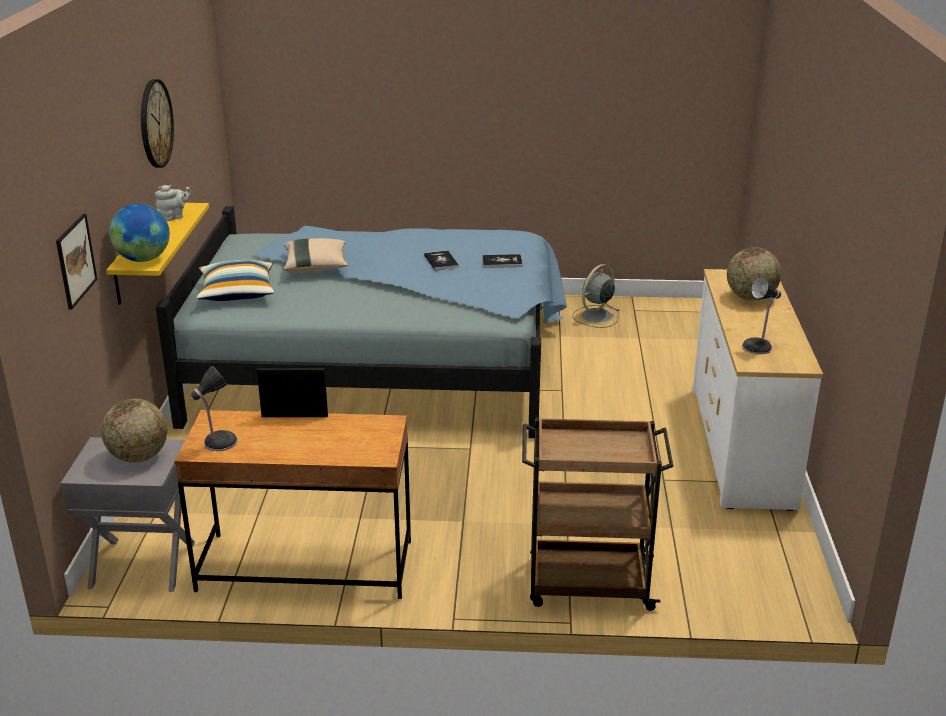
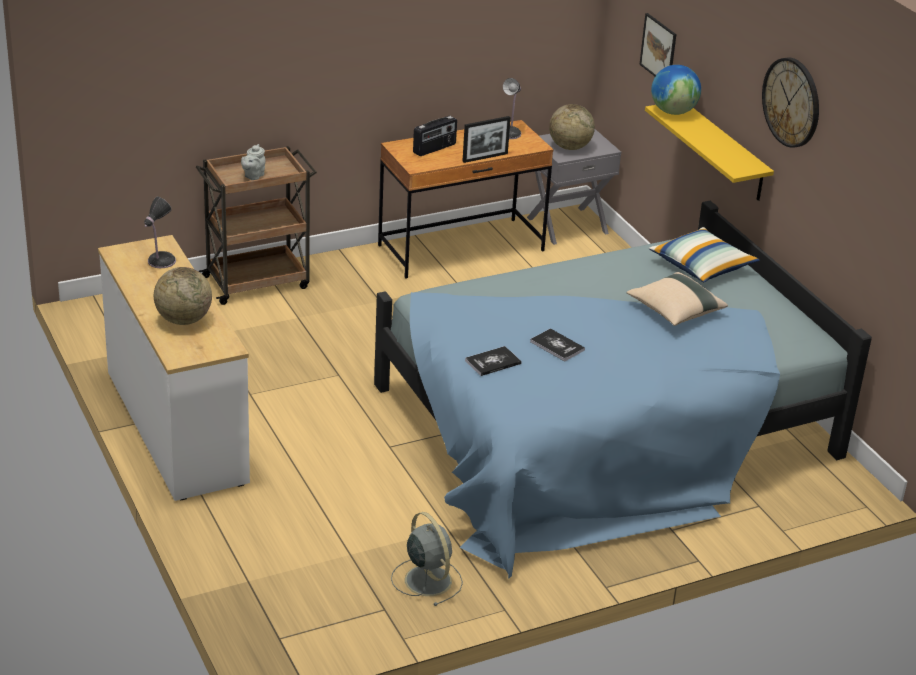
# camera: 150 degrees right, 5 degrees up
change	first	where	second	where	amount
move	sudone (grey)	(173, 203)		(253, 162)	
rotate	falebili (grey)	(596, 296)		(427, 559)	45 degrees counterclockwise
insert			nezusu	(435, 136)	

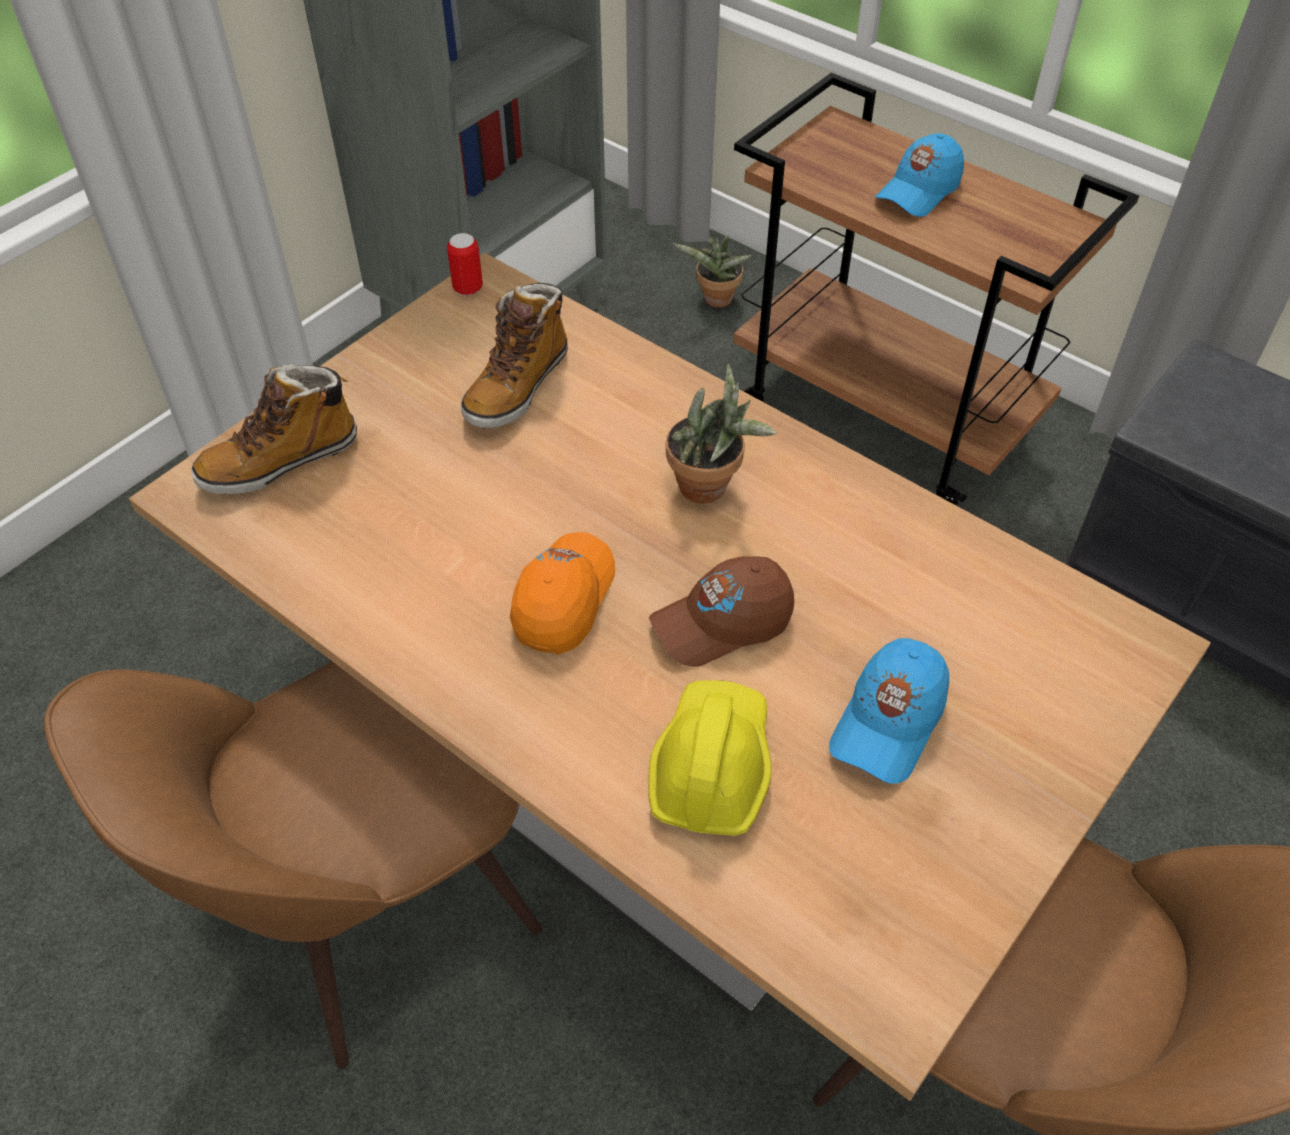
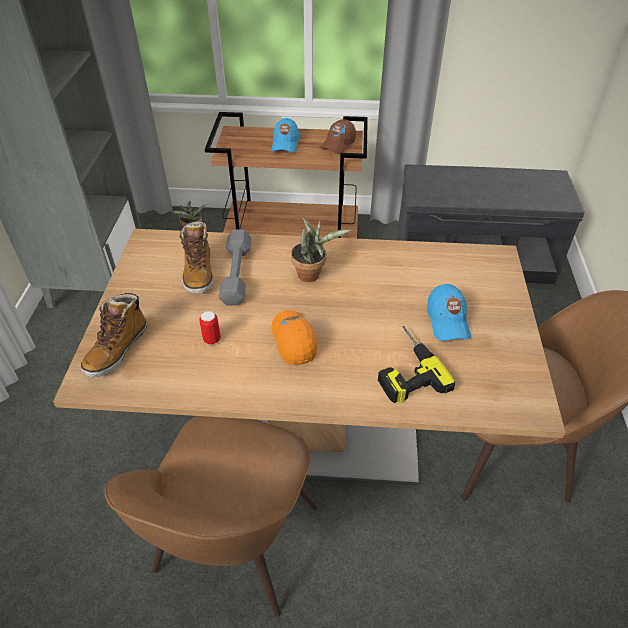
# camera: 35 degrees left, 5 degrees down
change	first	where	second	where	amount
move	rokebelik	(465, 264)		(210, 328)	
insert			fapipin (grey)	(235, 267)	
move	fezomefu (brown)	(721, 611)		(338, 136)	
replace	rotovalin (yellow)	(709, 758)	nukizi	(416, 364)	

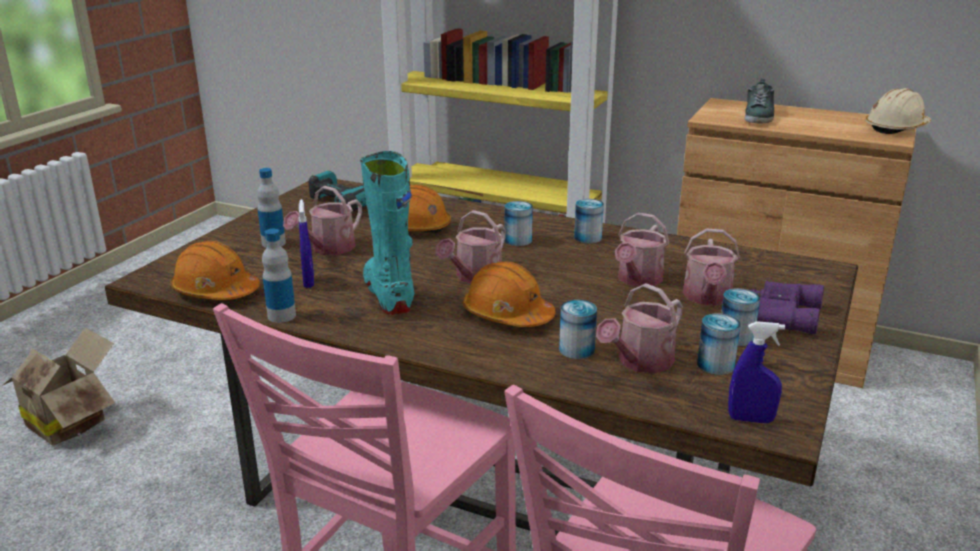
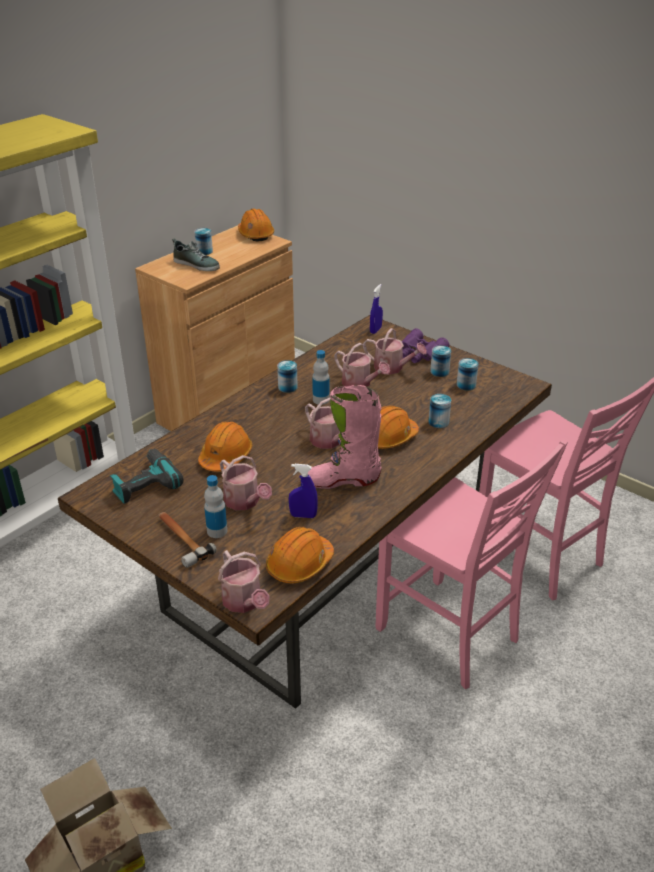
# camera: 75 degrees left, 10 degrees up
change	first	where	second	where	amount
insert			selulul	(187, 540)	
move	rokebelik	(519, 223)		(203, 241)	
move	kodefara	(639, 328)		(244, 581)	
recolor	rotovalin (beige)	(898, 111)	rotovalin (orange)	(256, 225)	
recolor	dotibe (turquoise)	(387, 233)	dotibe (pink)	(345, 437)	
move	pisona	(279, 276)		(320, 377)	
move	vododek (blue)	(756, 372)		(376, 309)	

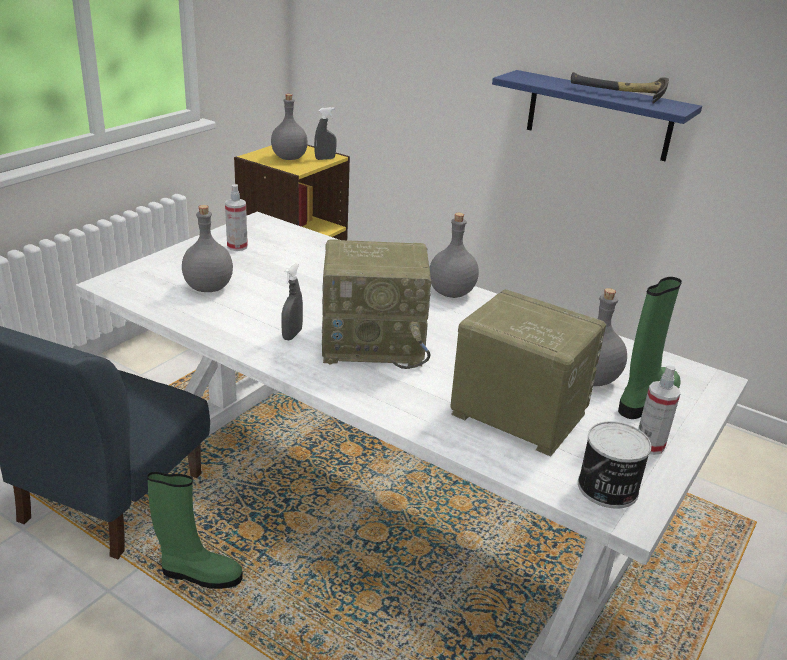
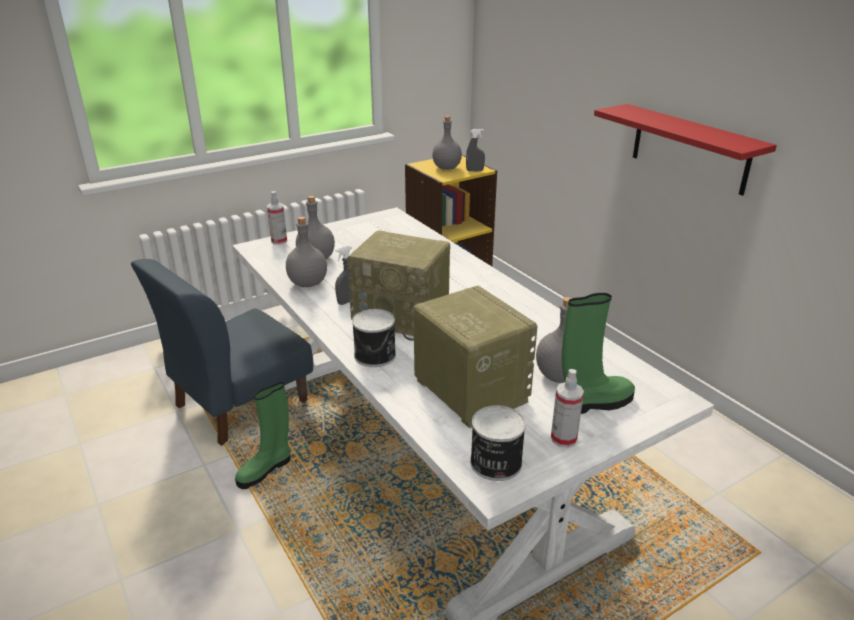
# camera: 25 degrees right, 0 degrees up
change	first	where	second	where	amount
rotate	dotibe (green)	(195, 530)		(263, 435)	105 degrees clockwise
move	vododek	(236, 217)		(277, 218)	
move	pisona (grey)	(454, 255)		(306, 252)	
insert			rokebelik	(374, 338)	
recolor	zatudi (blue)	(597, 115)	zatudi (red)	(685, 150)	
delete	selulul	(620, 88)			

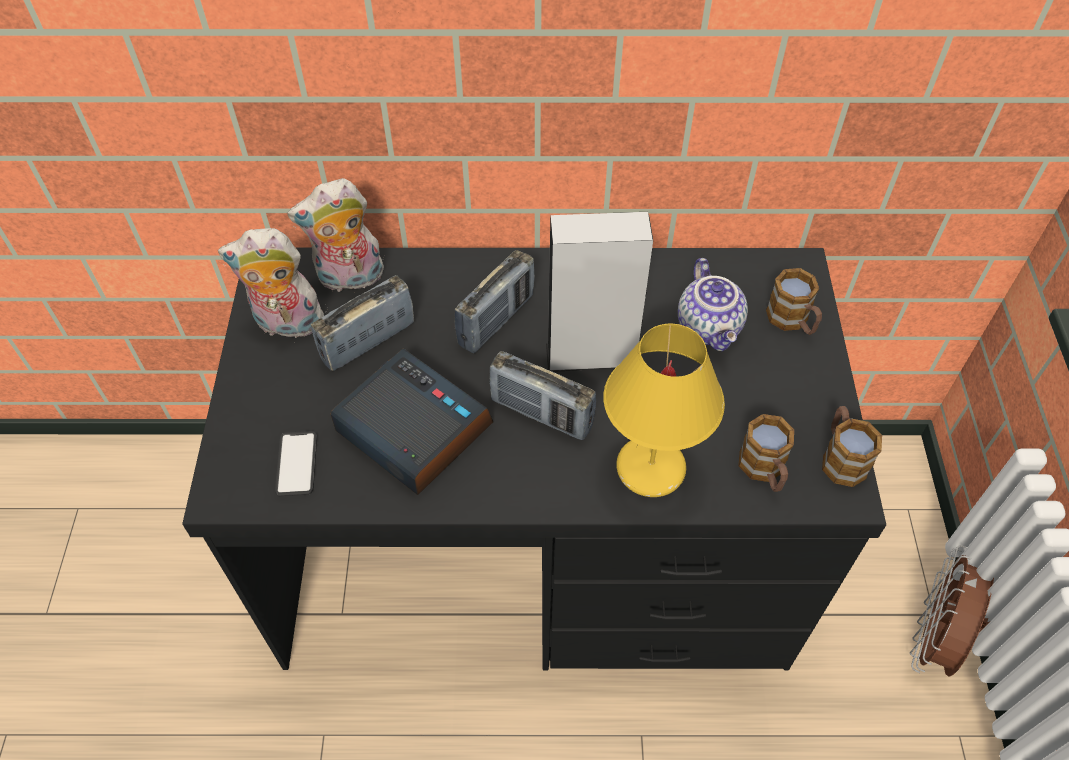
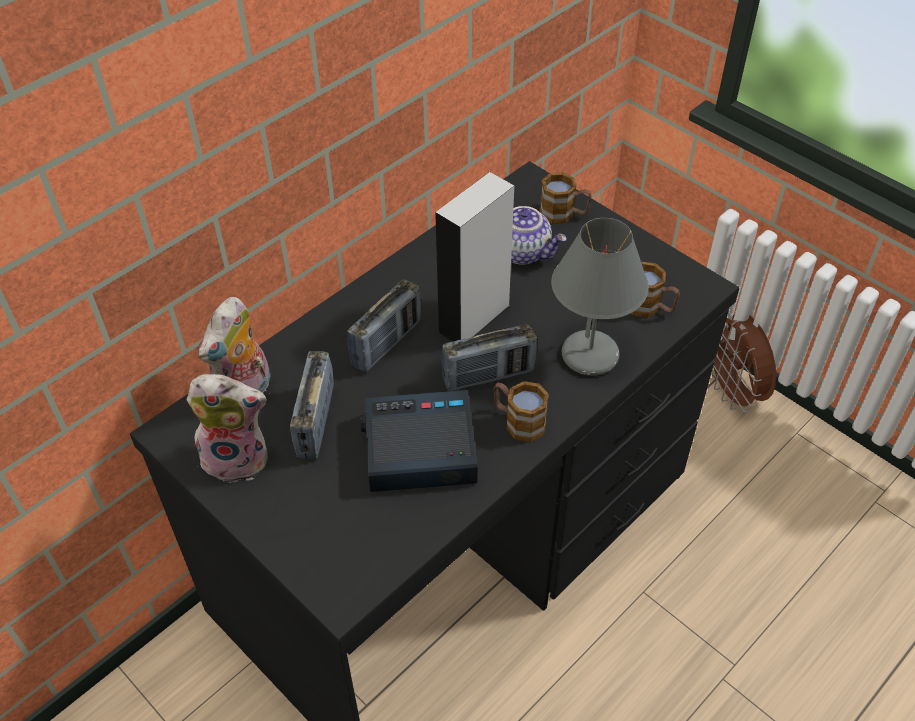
# camera: 45 degrees left, 5 degrees down
change	first	where	second	where	amount
rotate	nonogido	(271, 283)		(227, 428)	135 degrees counterclockwise
rotate	nezusu	(494, 301)		(384, 325)	45 degrees clockwise
move	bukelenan	(852, 446)		(521, 411)	
recolor	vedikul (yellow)	(664, 410)	vedikul (grey)	(600, 297)	
delete	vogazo	(296, 463)			

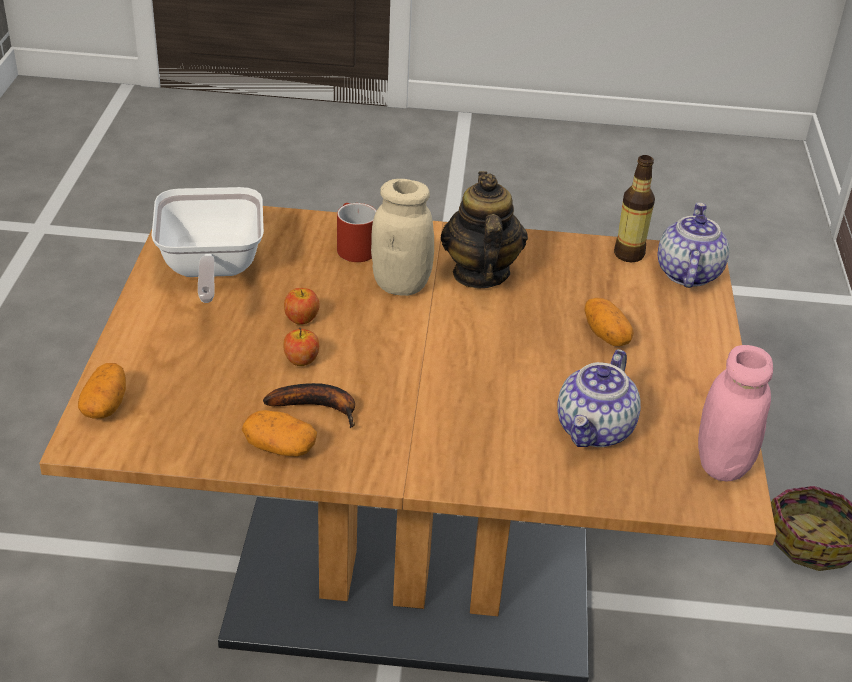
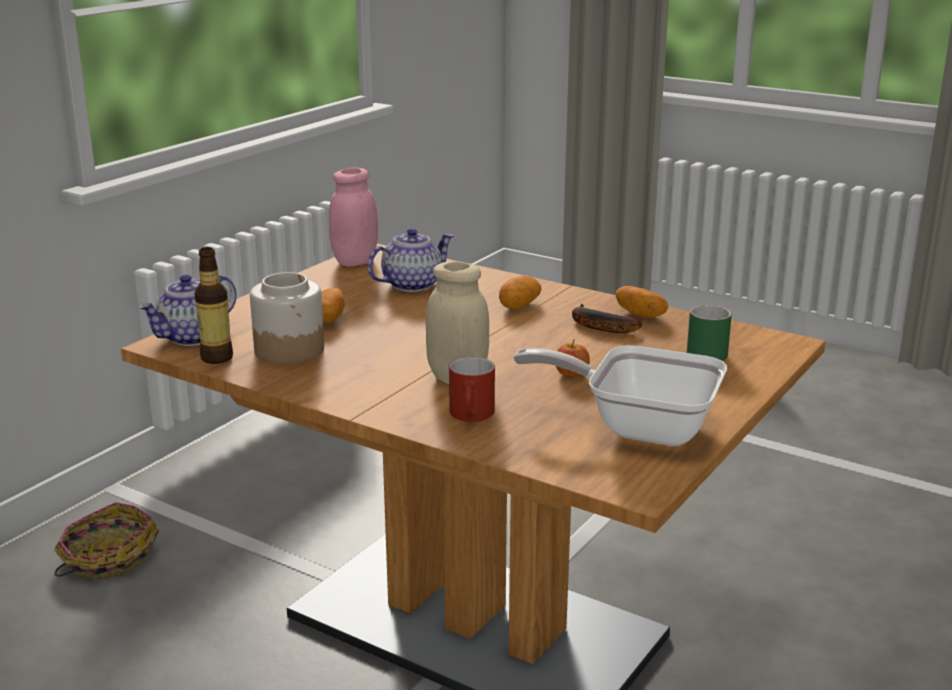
# camera: 150 degrees left, 15 degrees down
change	first	where	second	where	amount
insert			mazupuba	(287, 318)	
move	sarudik	(102, 391)		(520, 292)	
rotate	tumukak	(207, 245)		(620, 395)	90 degrees counterclockwise
insert			bukelenan (green)	(709, 333)	
delete	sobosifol	(301, 346)			
delete	sudone	(484, 230)			

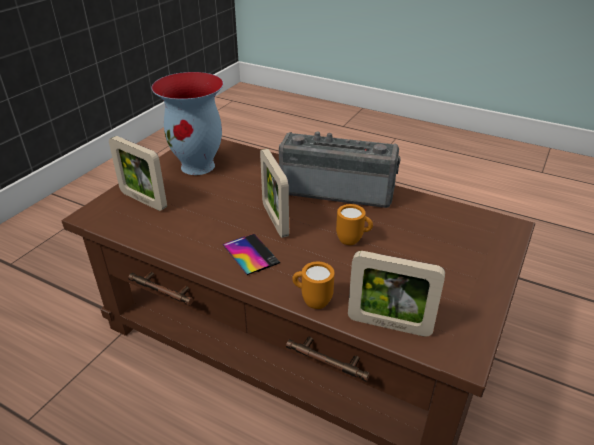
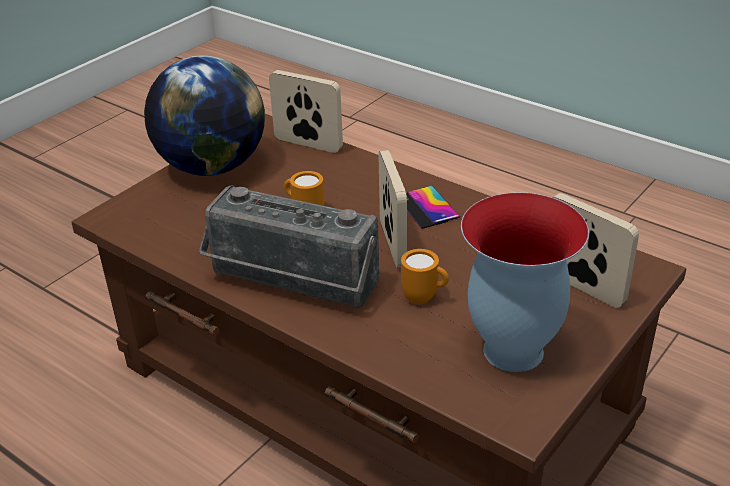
# camera: 170 degrees left, 0 degrees up
change	first	where	second	where	amount
insert			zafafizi	(204, 115)	
move	bukelenan (orange)	(313, 285)		(425, 276)	

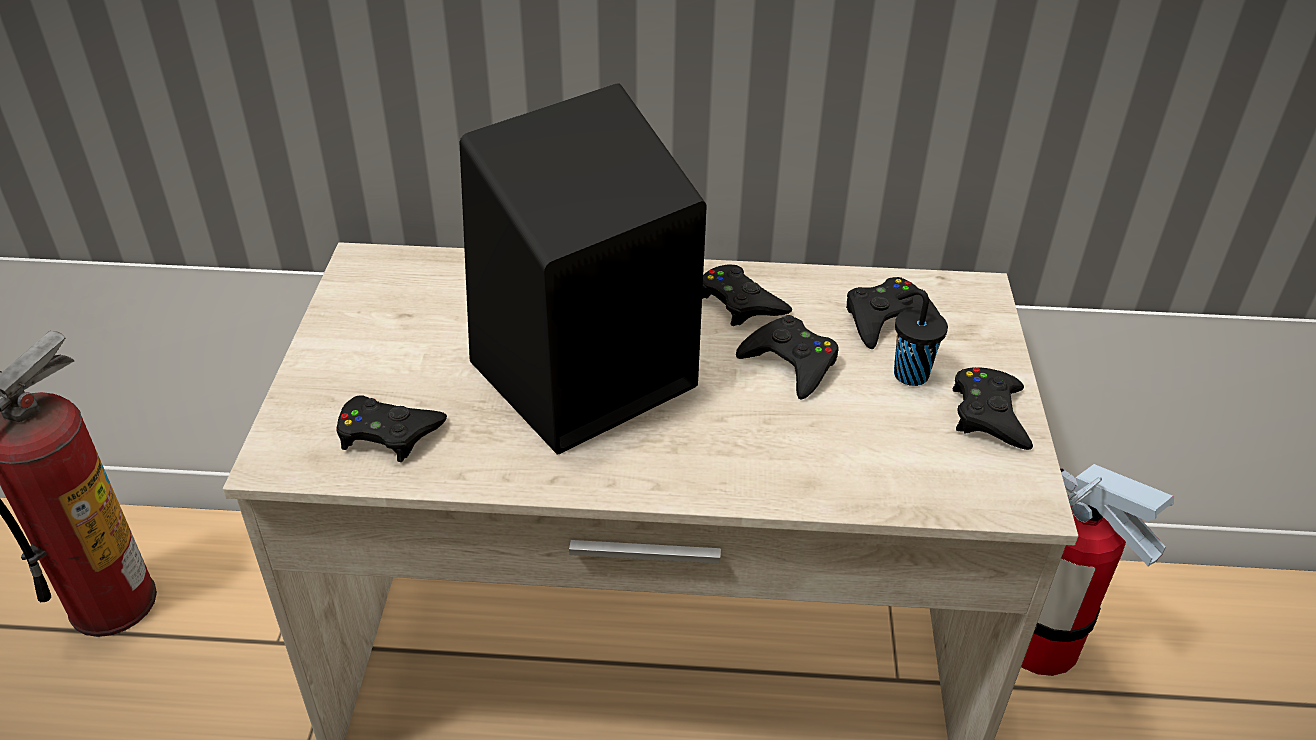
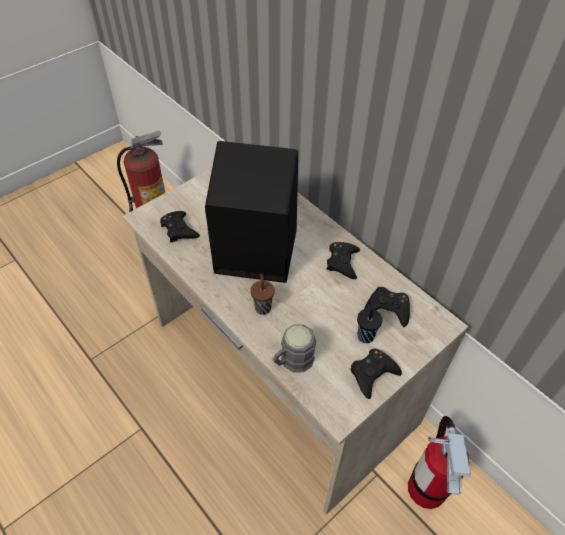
# camera: 45 degrees right, 10 degrees up
change	first	where	second	where	amount
insert			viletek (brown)	(262, 294)	
insert			bukelenan (grey)	(294, 348)	
delete	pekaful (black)	(787, 357)			

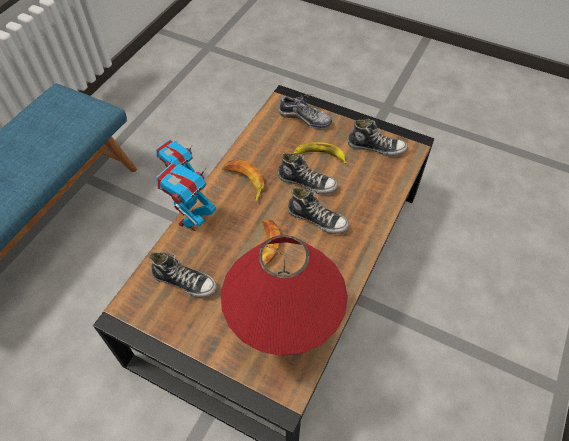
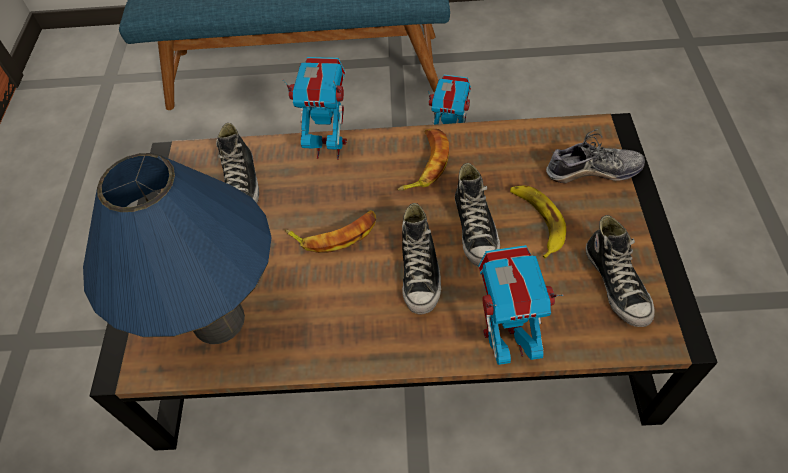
# camera: 65 degrees right, 0 degrees up
change	first	where	second	where	amount
recolor	vedikul (red)	(284, 295)	vedikul (blue)	(177, 248)	
insert			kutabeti	(520, 305)	
rotate	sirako	(305, 111)		(595, 156)	90 degrees counterclockwise

